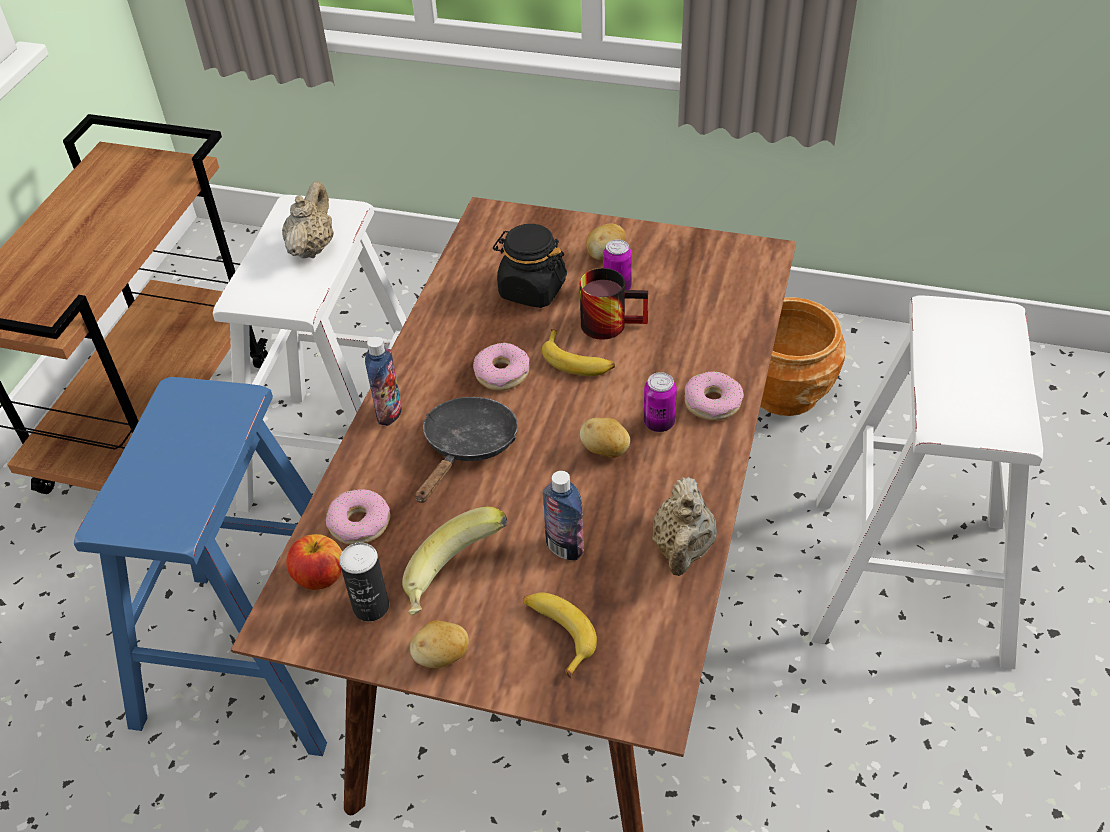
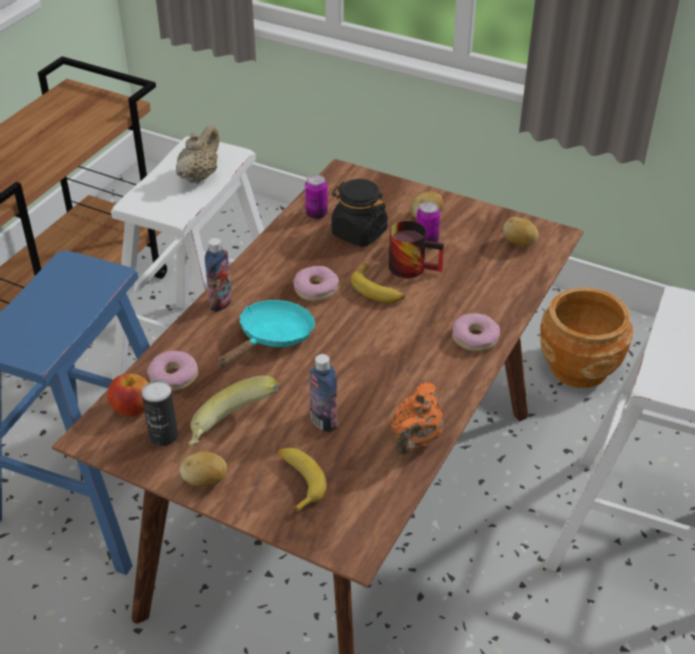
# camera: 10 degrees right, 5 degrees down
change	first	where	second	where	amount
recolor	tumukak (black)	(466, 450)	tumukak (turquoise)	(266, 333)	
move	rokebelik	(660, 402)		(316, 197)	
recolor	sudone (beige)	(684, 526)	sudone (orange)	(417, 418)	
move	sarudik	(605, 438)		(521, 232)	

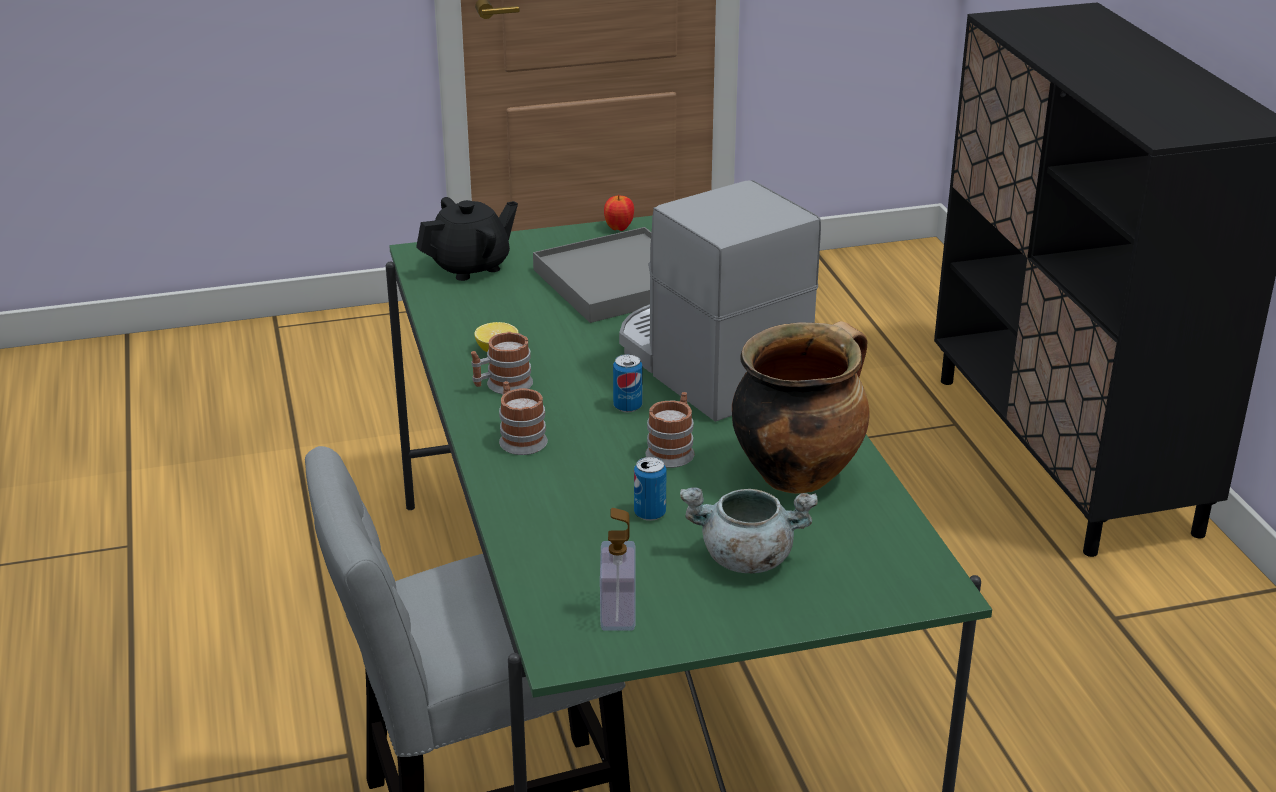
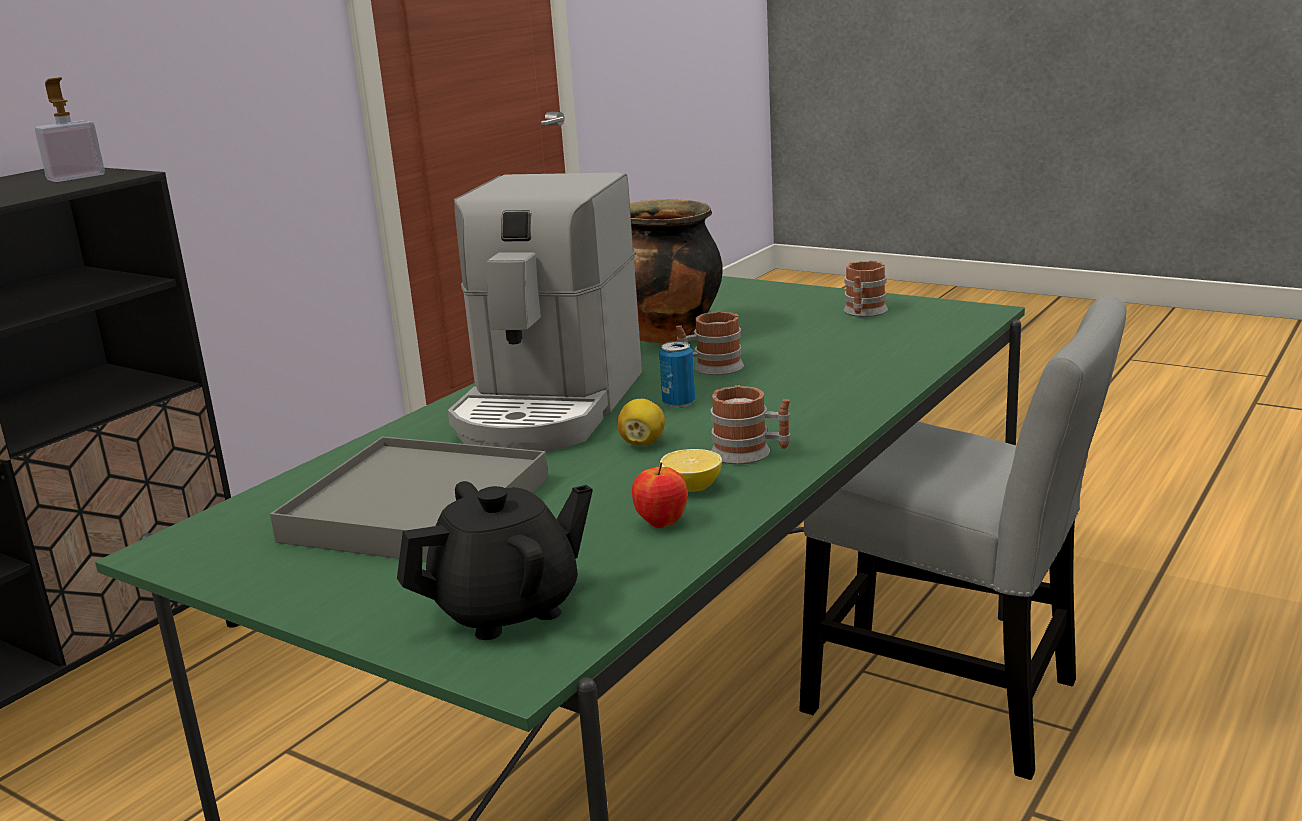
# camera: 130 degrees left, 10 degrees down
change	first	where	second	where	amount
move	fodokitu	(618, 569)		(70, 129)	
rotate	sudone (black)	(467, 239)		(494, 560)	135 degrees clockwise
insert			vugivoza	(641, 422)	
move	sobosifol	(619, 213)		(659, 495)	
move	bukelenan	(523, 418)		(865, 288)	
delete	rokebelik	(650, 489)			
delete	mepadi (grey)	(749, 530)			

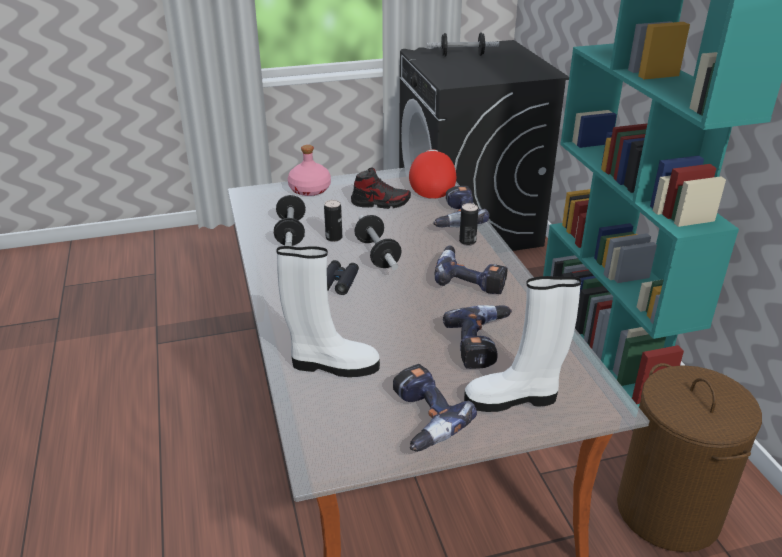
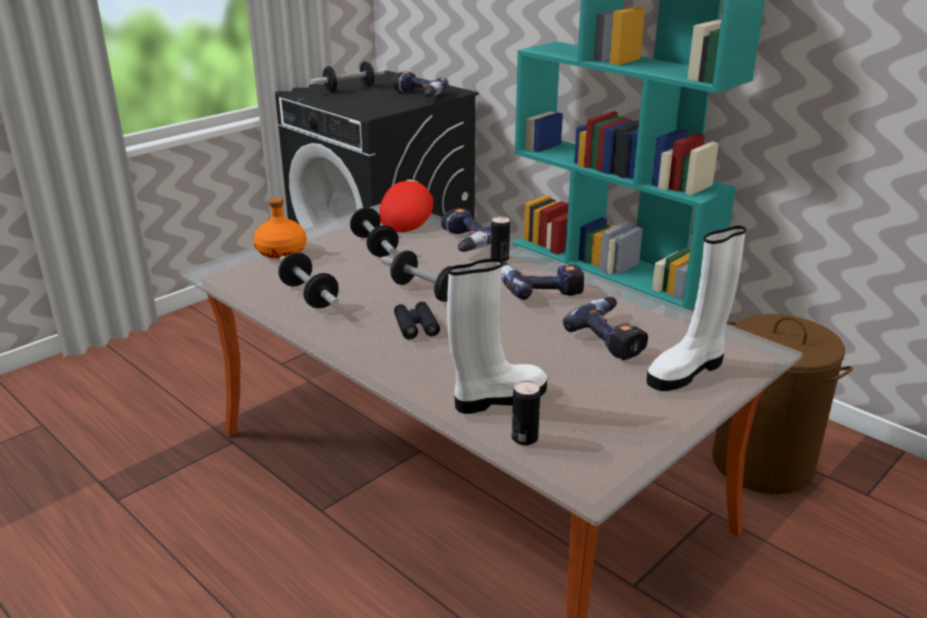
# camera: 30 degrees left, 5 degrees down
change	first	where	second	where	amount
recolor	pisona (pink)	(309, 170)	pisona (orange)	(280, 228)	
replace	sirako	(381, 188)	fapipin	(374, 232)	
rotate	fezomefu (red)	(432, 174)		(406, 206)	45 degrees clockwise
move	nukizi	(435, 408)		(420, 84)	
move	rokebelik	(333, 221)		(526, 412)	

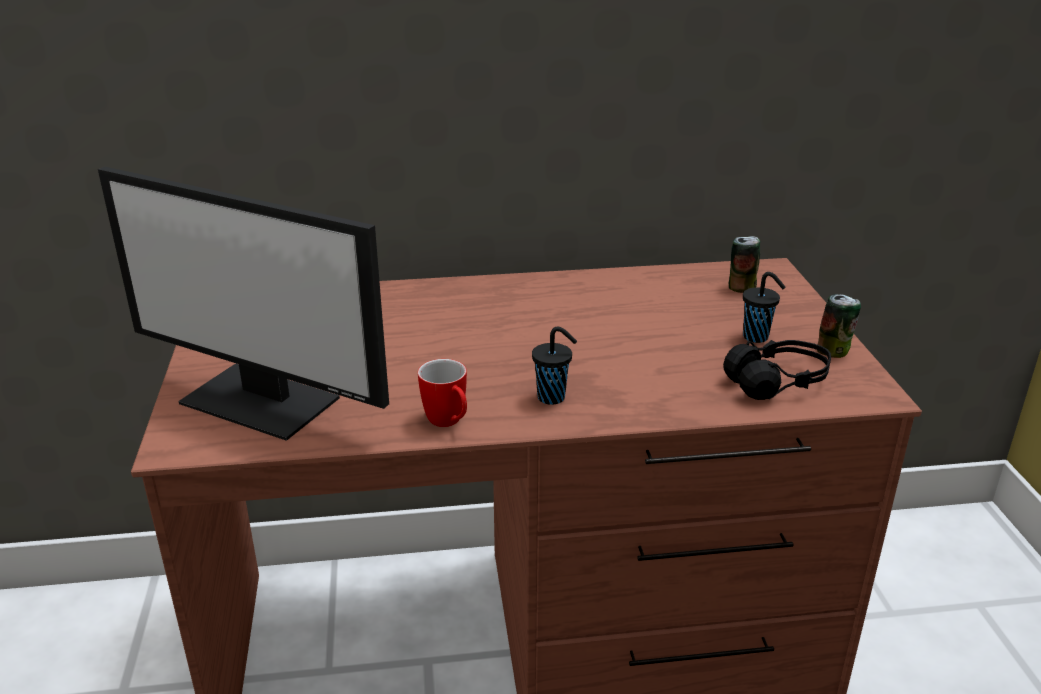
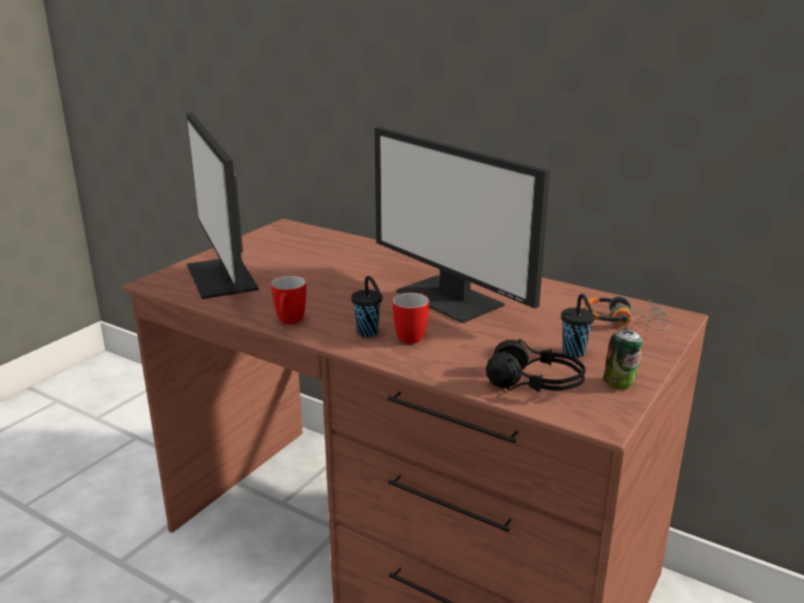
# camera: 40 degrees right, 5 degrees down
change	first	where	second	where	amount
insert			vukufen	(462, 225)	
insert			bukelenan	(410, 318)	
replace	rokebelik	(744, 264)	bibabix	(627, 313)	

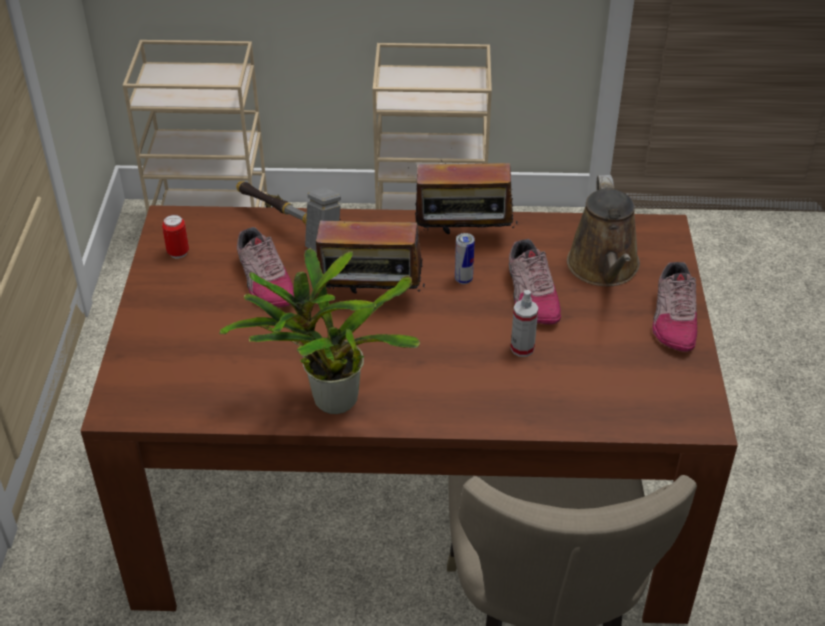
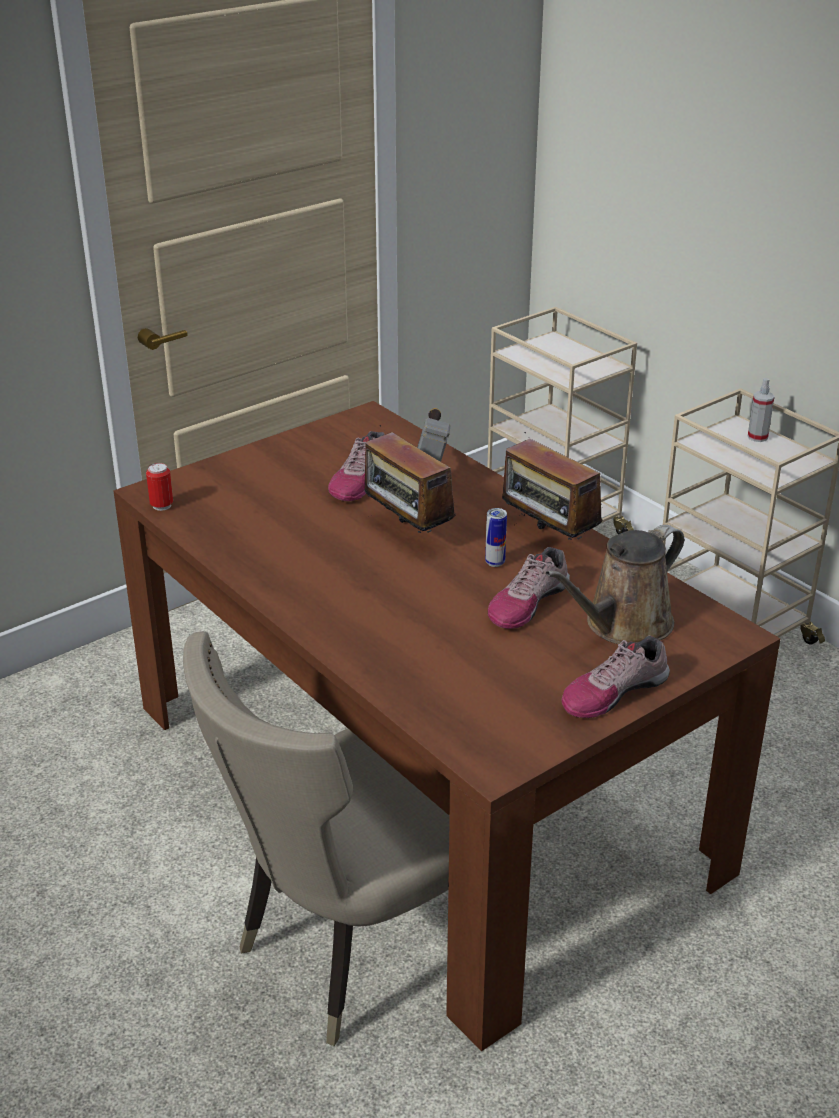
# camera: 50 degrees right, 10 degrees down
change	first	where	second	where	amount
move	rokebelik	(175, 237)		(159, 487)	
move	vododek	(524, 323)		(761, 410)	
delete	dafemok	(319, 331)			

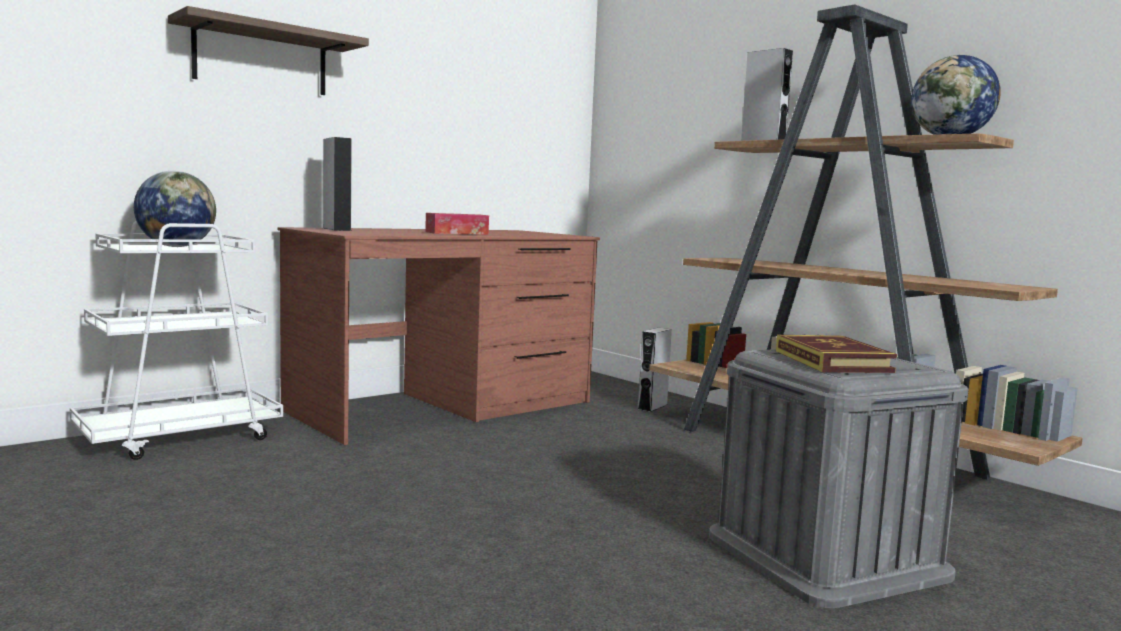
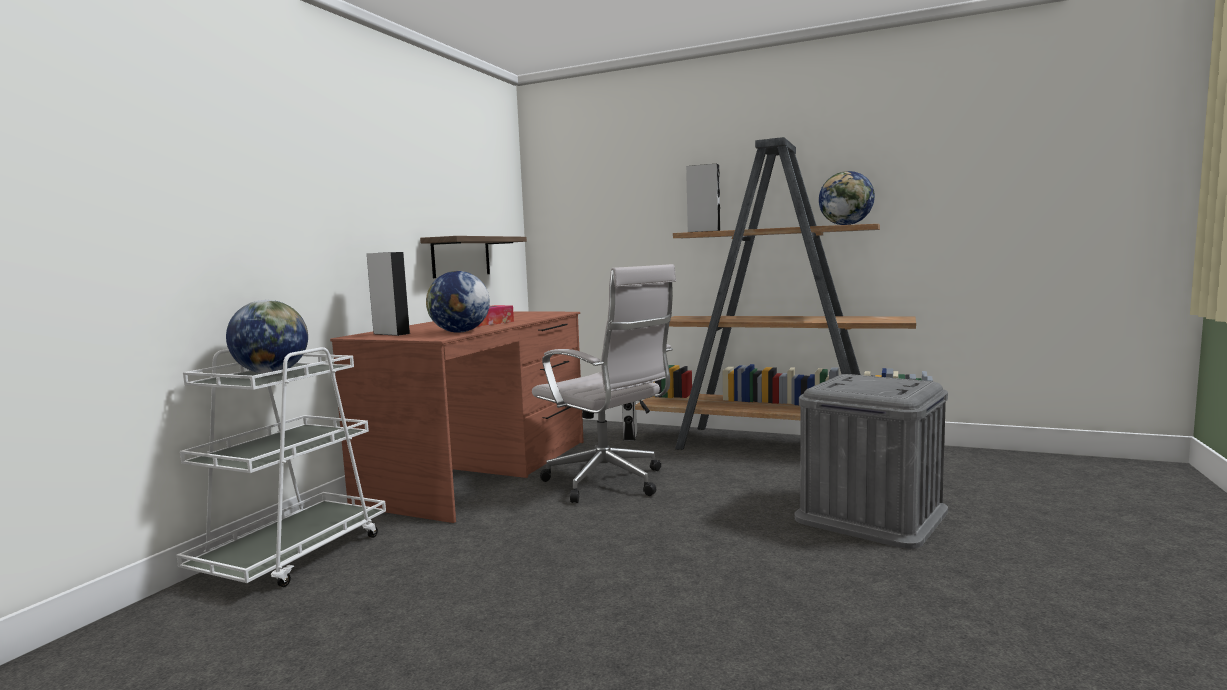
# camera: 25 degrees left, 0 degrees up
change	first	where	second	where	amount
move	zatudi	(268, 50)		(473, 257)	
insert			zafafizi	(458, 302)	
insert			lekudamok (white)	(604, 383)	
delete	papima	(836, 354)			

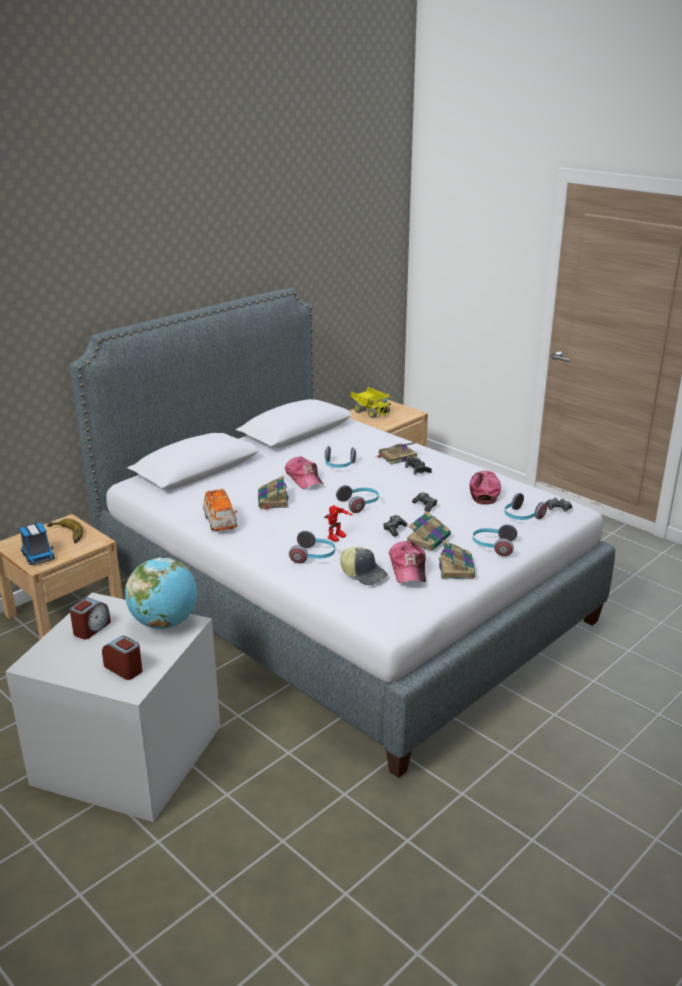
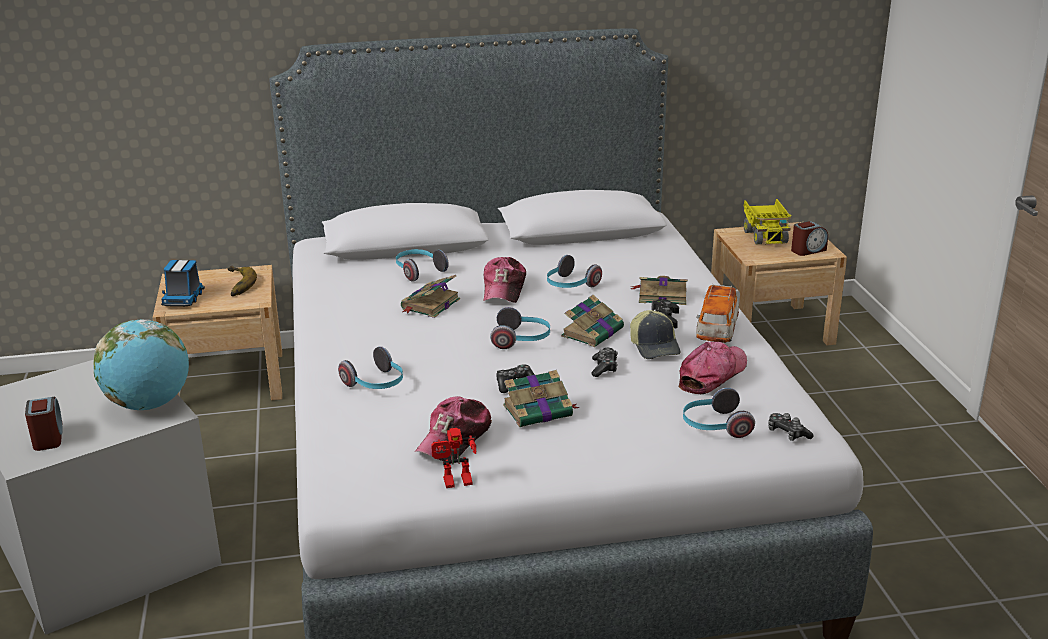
# camera: 35 degrees right, 0 degrees up
change	first	where	second	where	amount
move	bibabix	(495, 540)		(422, 265)	
move	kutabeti	(338, 523)		(453, 458)	
move	papima	(457, 559)		(592, 321)	
move	fezomefu	(364, 566)		(655, 334)	
move	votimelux	(220, 509)		(717, 313)	
move	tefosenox	(90, 618)		(809, 238)	

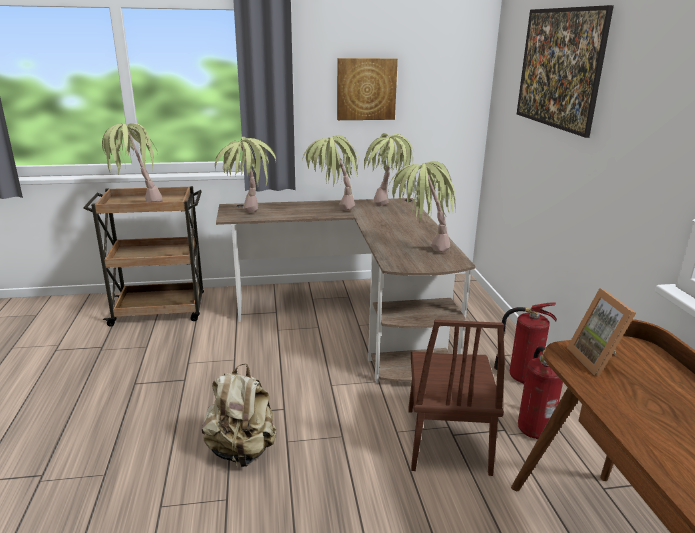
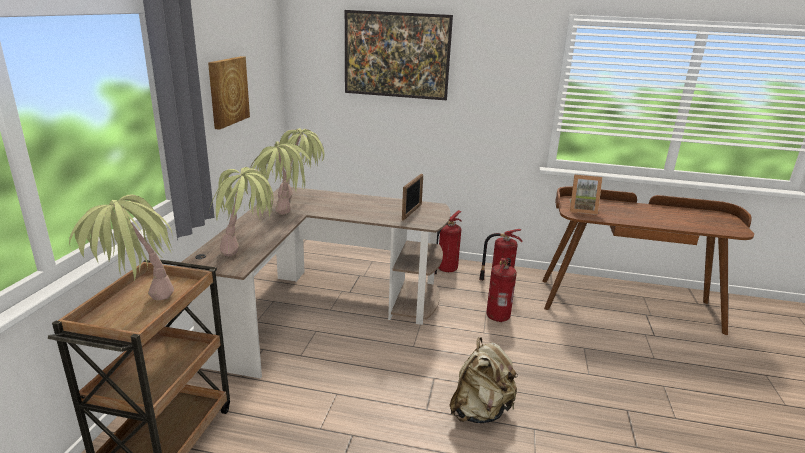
# camera: 70 degrees left, 0 degrees up
change	first	where	second	where	amount
replace	dafemok	(422, 206)	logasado	(412, 197)	
replace	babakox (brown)	(456, 398)	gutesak	(501, 290)	

